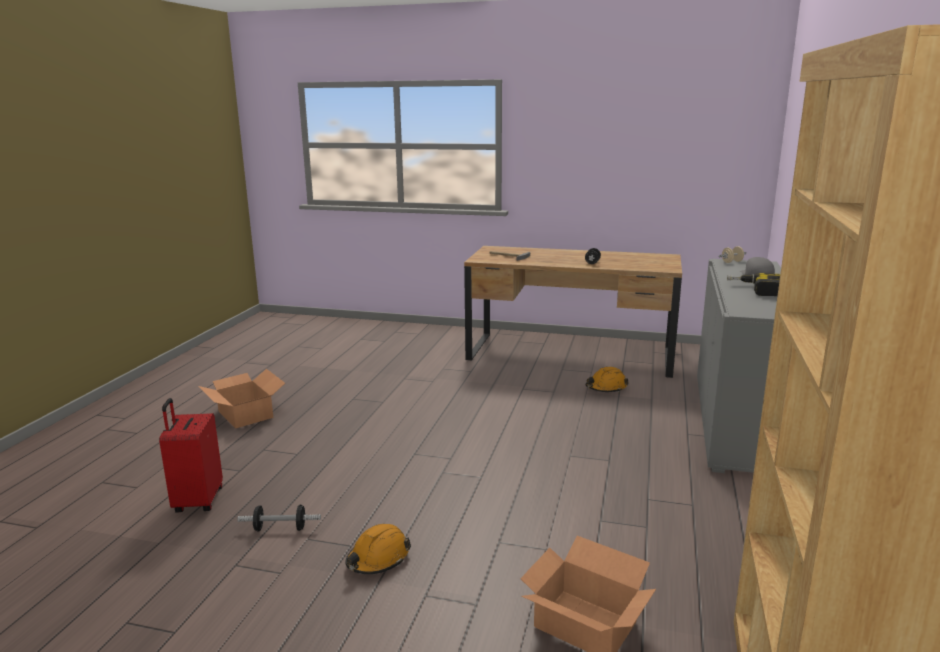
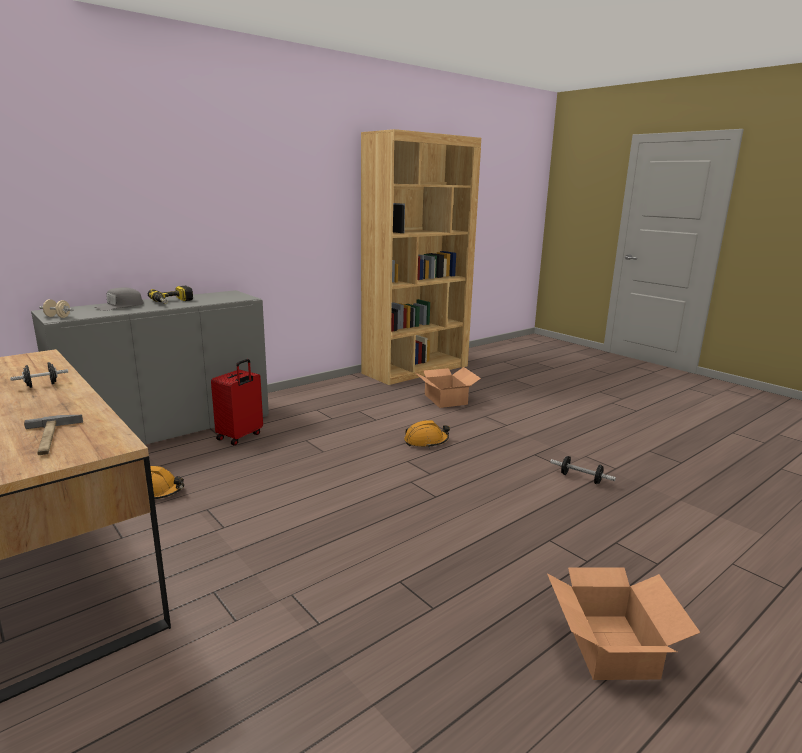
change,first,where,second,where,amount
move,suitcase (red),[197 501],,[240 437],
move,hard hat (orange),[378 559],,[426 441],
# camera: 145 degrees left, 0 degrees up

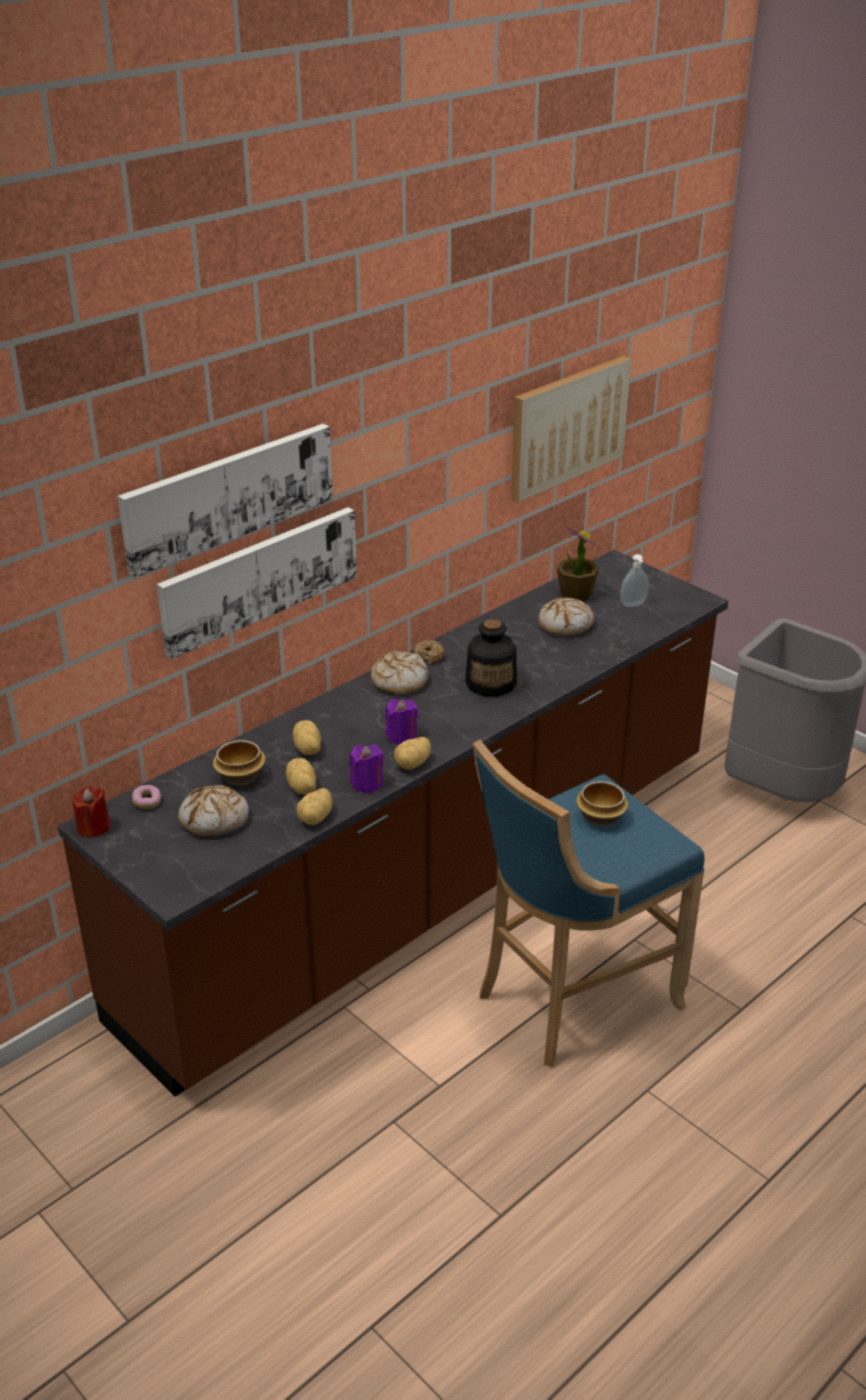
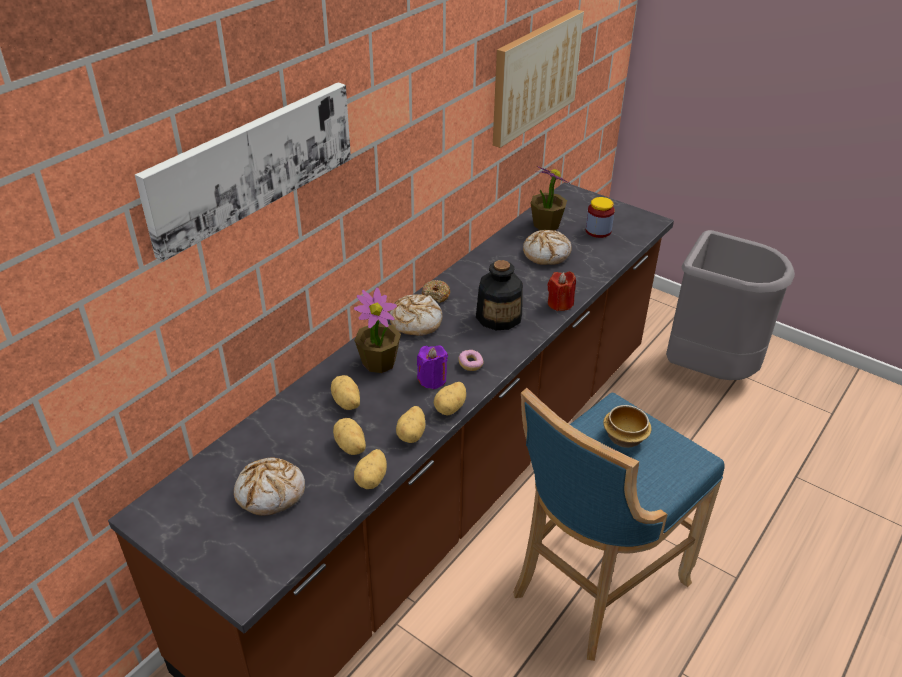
change,first,where,second,where,amount
delete,picture,[259 578],,,
replace,soap dispenser,[633 605],jar,[598 231],
delete,bowl,[240 777],,,
replace,candle (purple),[367 783],potato,[412 434],
move,donut,[147 802],,[470 365],
move,candle (red),[93 827],,[560 303],
insert,,,potted plant,[379 362],
# camera: 10 degrees left, 5 degrees up

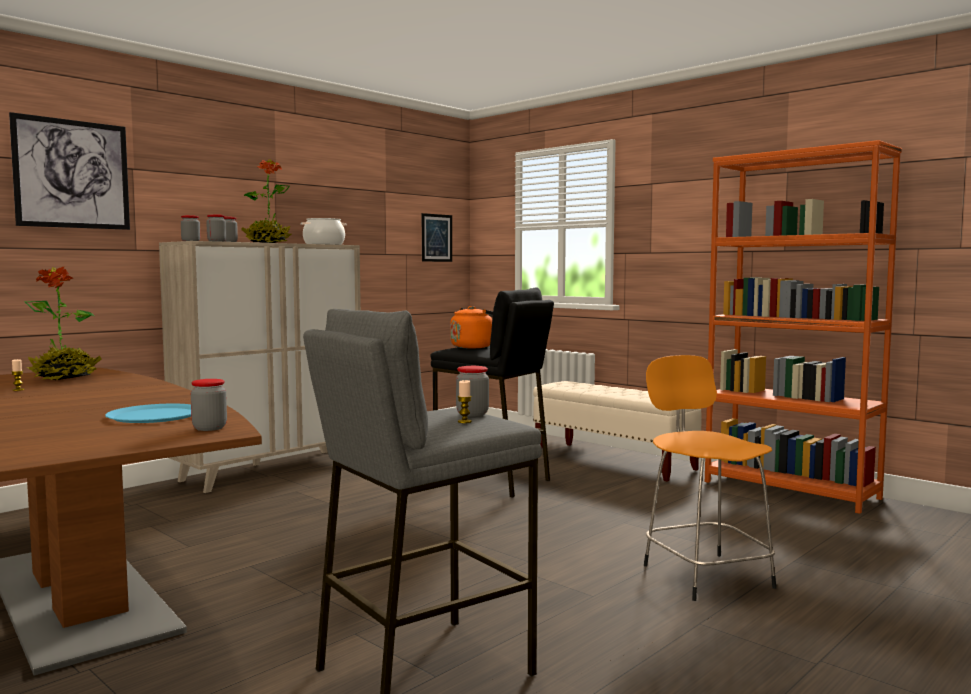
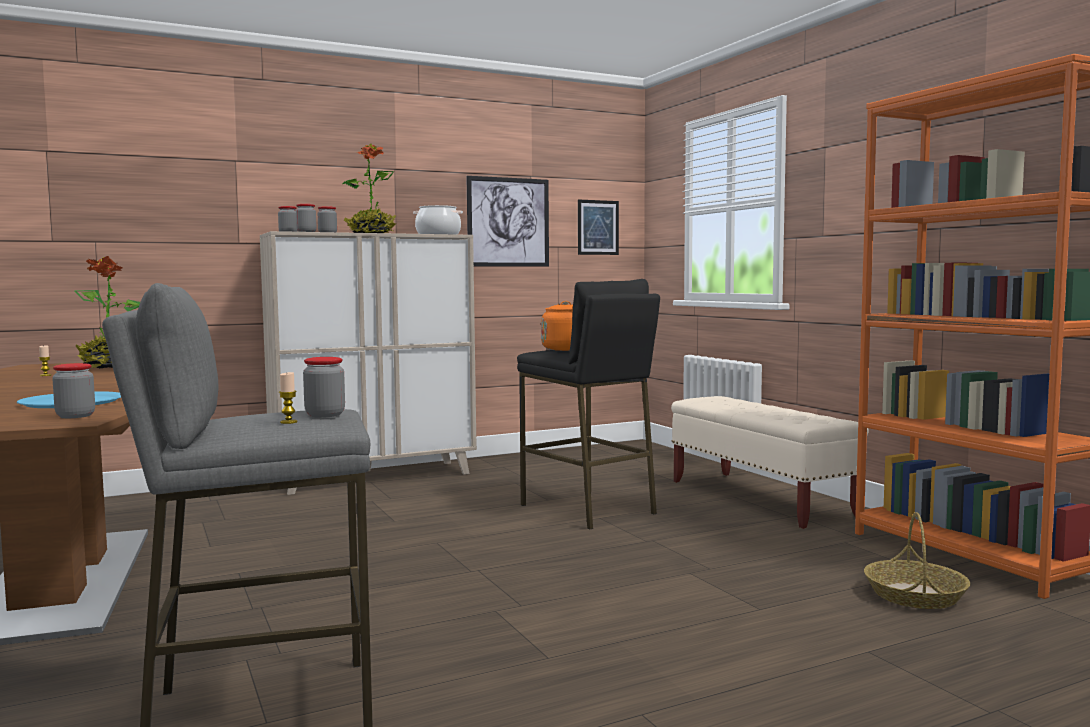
change,first,where,second,where,amount
move,picture,[72 174],,[508 222],
delete,stool (orange),[704 574],,,
insert,,,basket,[915 596],
# camera: 20 degrees right, 0 degrees up

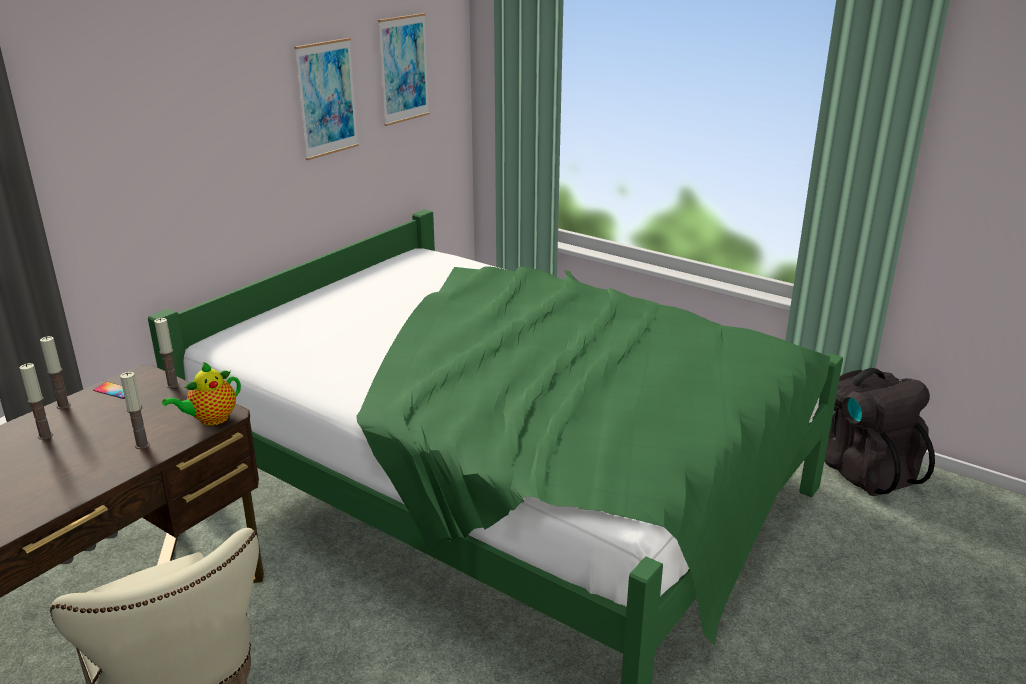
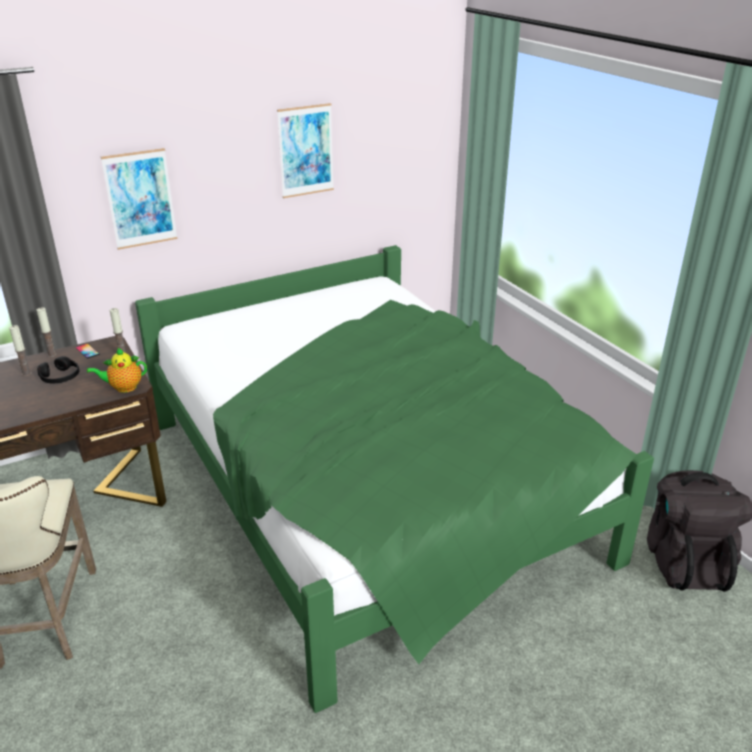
change,first,where,second,where,amount
move,picture,[404 69],,[140 199],
delete,candle,[142 445],,,
insert,,,headphones (black),[60 377],
# camera: 25 degrees right, 5 degrees up

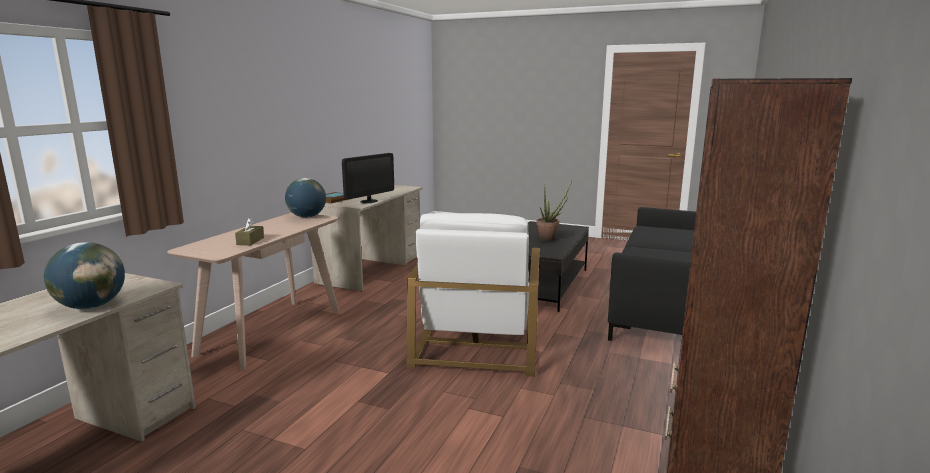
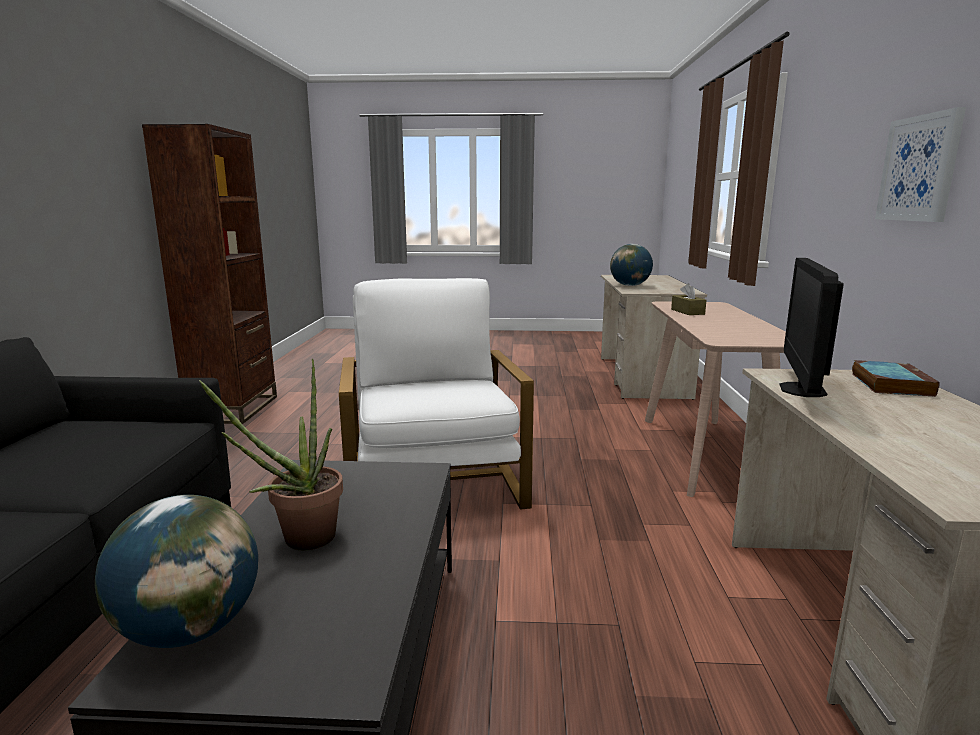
change,first,where,second,where,amount
move,globe,[307 217],,[189 629],
insert,,,picture,[919 168],
# camera: 160 degrees right, 0 degrees up

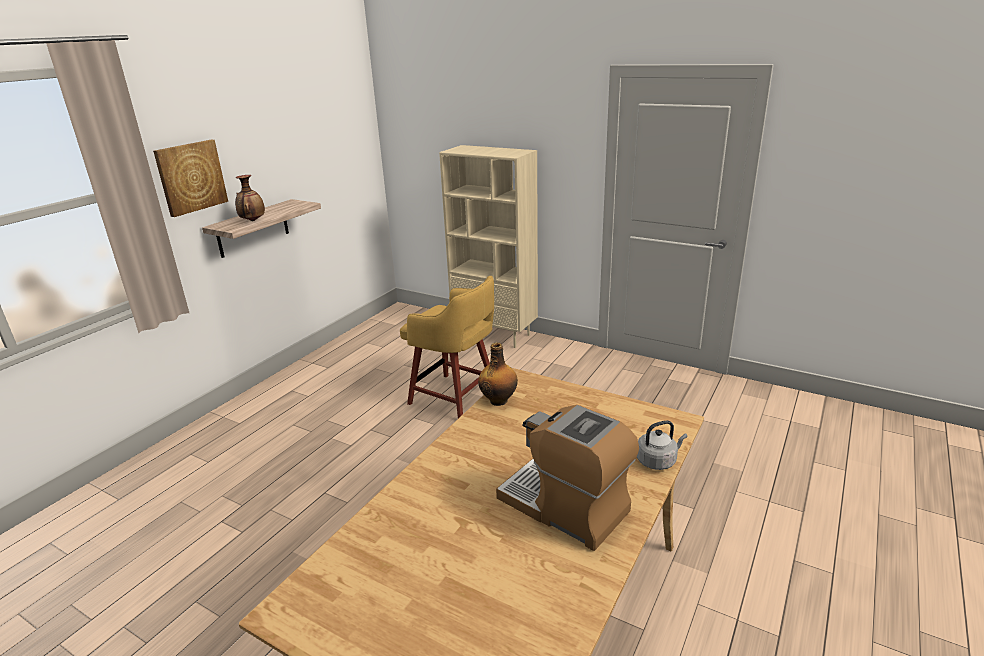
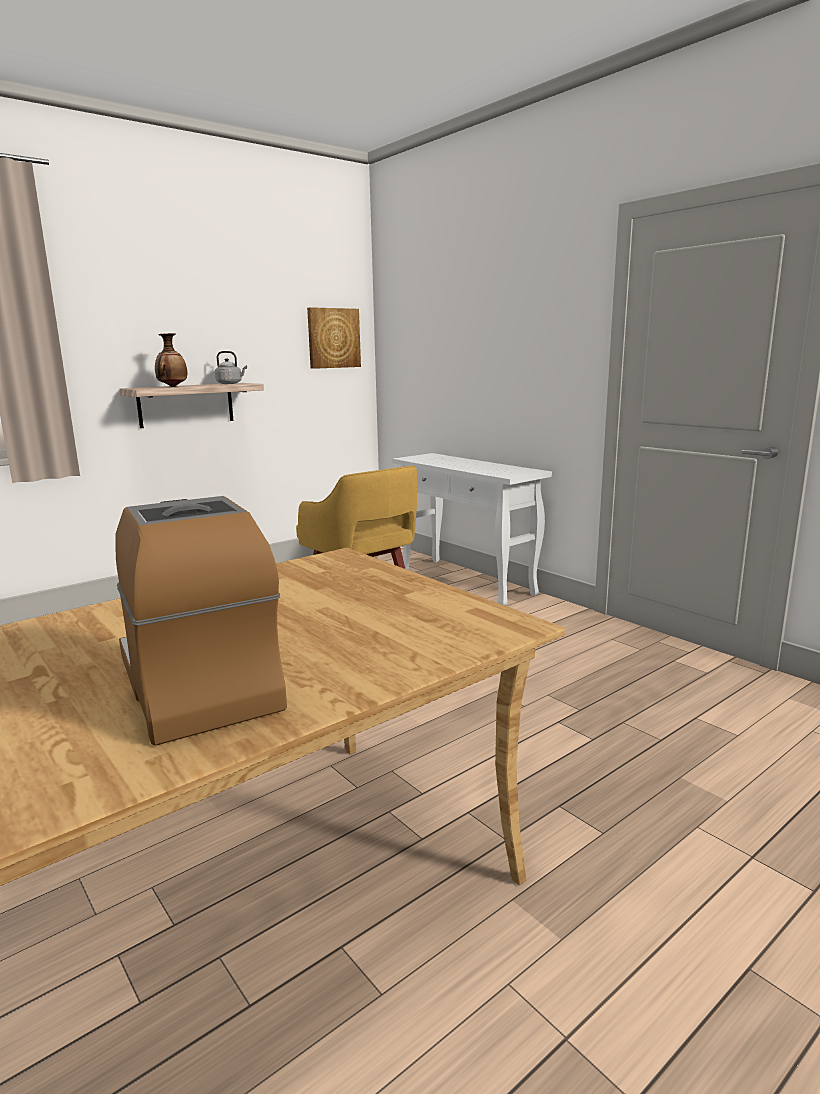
change,first,where,second,where,amount
move,picture,[191 177],,[333 338],
replace,bookcase (beige),[495 334],console table (white),[467 581],
delete,bottle,[499 400],,,
move,kettle (grey),[658 461],,[230 383],
# camera: 20 degrees right, 10 degrees down

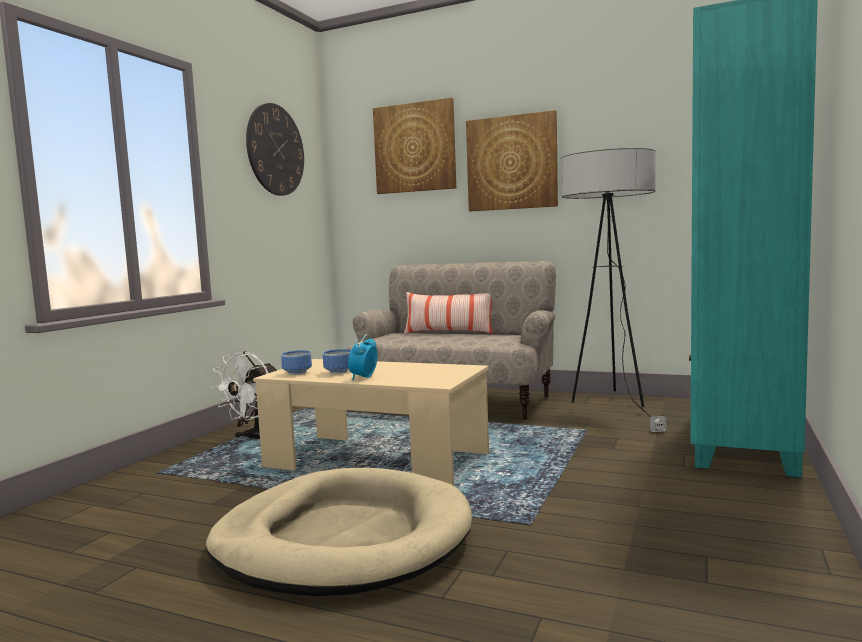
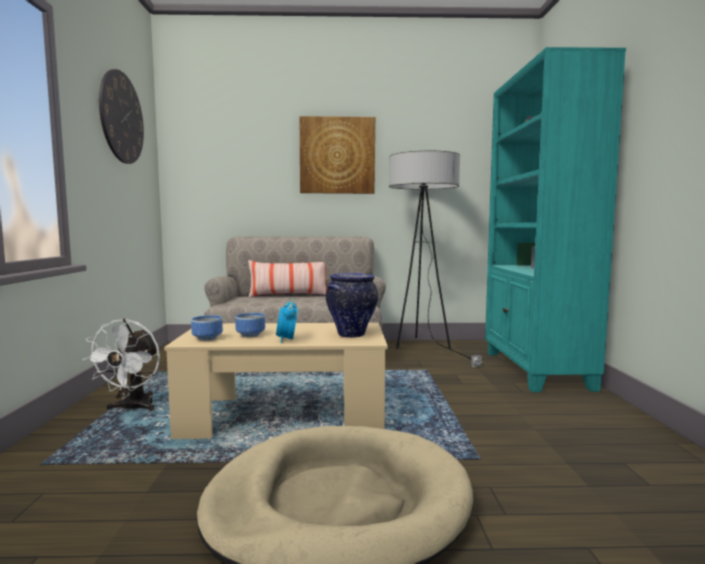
change,first,where,second,where,amount
delete,picture,[415 148],,,
insert,,,vase,[352 334],
# camera: 25 degrees left, 0 degrees up

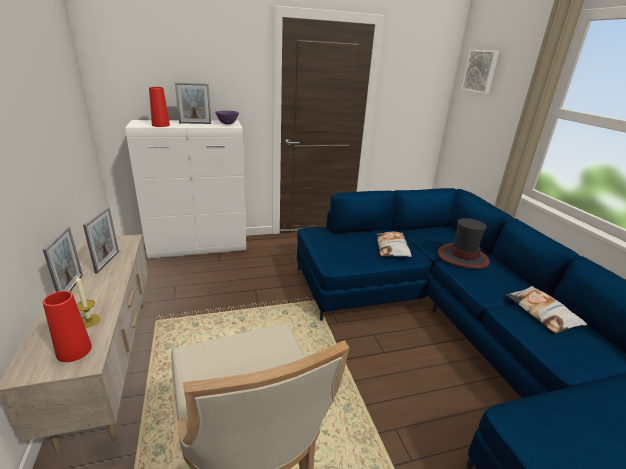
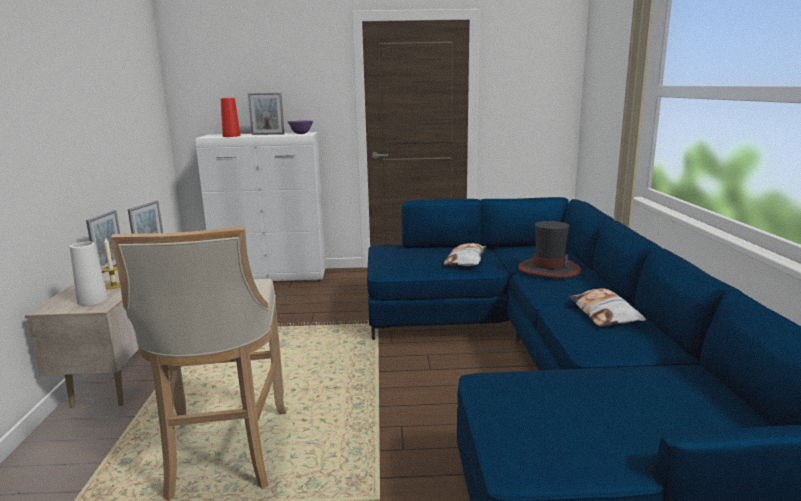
change,first,where,second,where,amount
delete,picture,[481 71],,,
recolor,vase (red),[74 350],vase (white),[92 300],
# camera: 15 degrees right, 10 degrees down

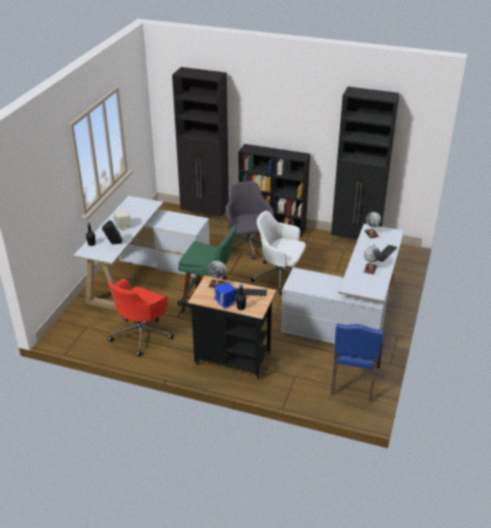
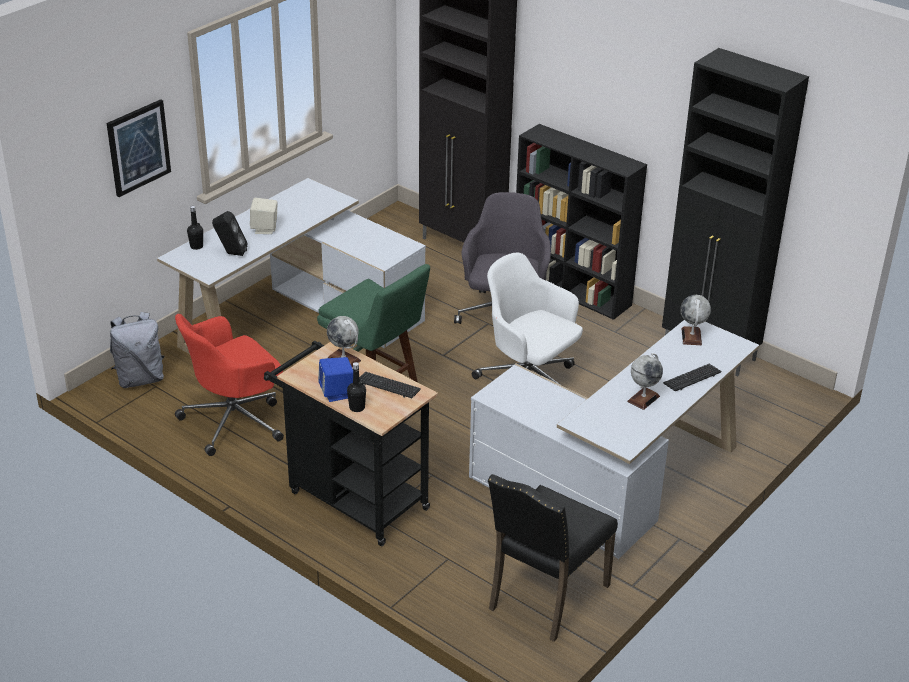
change,first,where,second,where,amount
recolor,chair (blue),[353 381],chair (black),[545 597],
insert,,,picture,[138 147],
insert,,,backpack (grey),[140 379],
# camera: 20 degrees right, 0 degrees up

